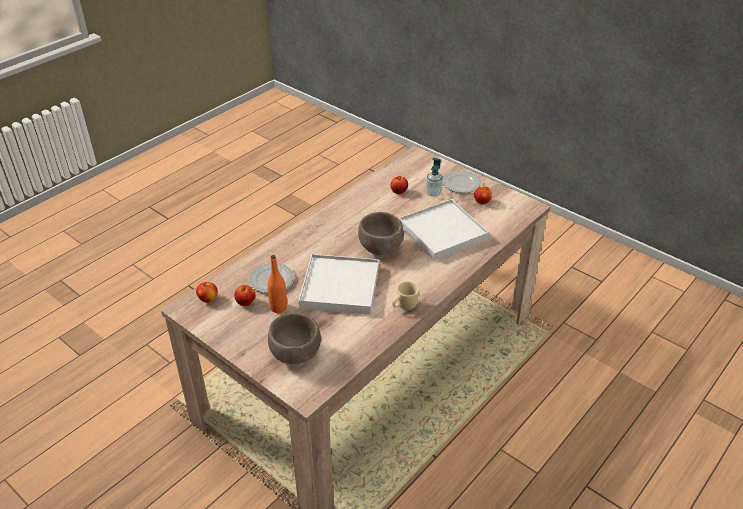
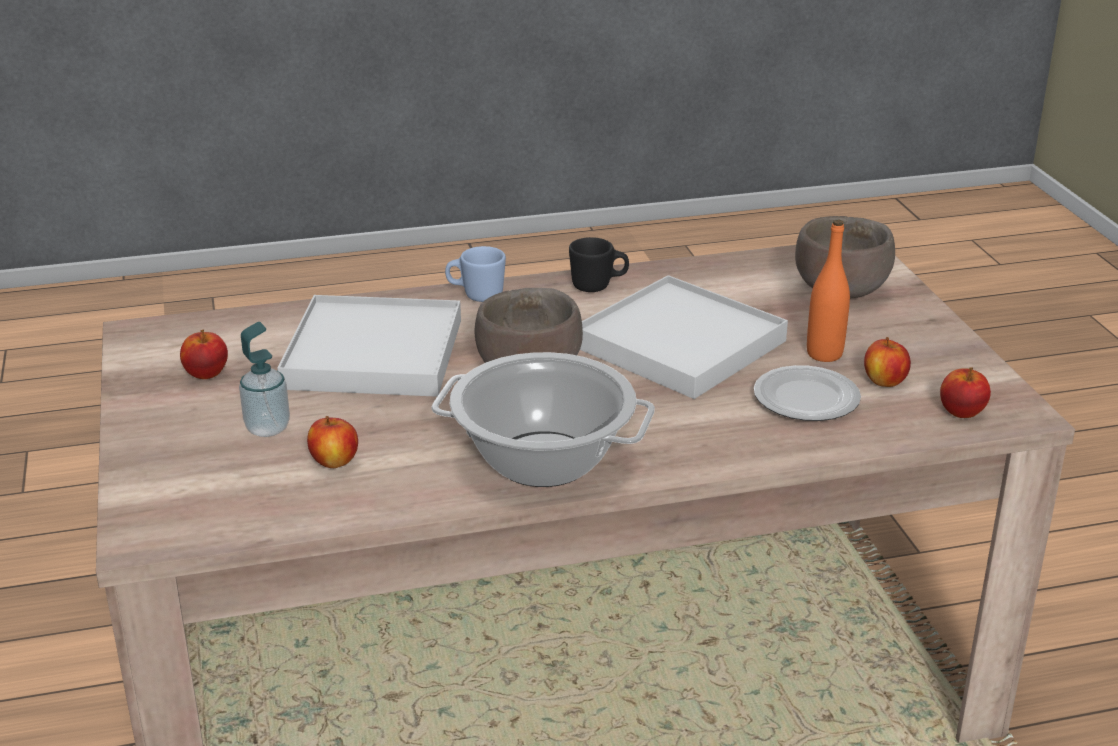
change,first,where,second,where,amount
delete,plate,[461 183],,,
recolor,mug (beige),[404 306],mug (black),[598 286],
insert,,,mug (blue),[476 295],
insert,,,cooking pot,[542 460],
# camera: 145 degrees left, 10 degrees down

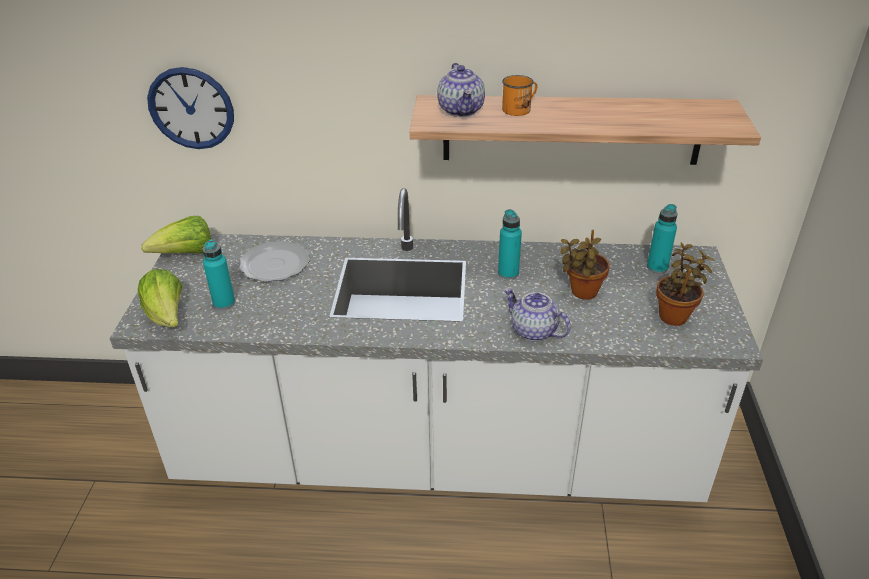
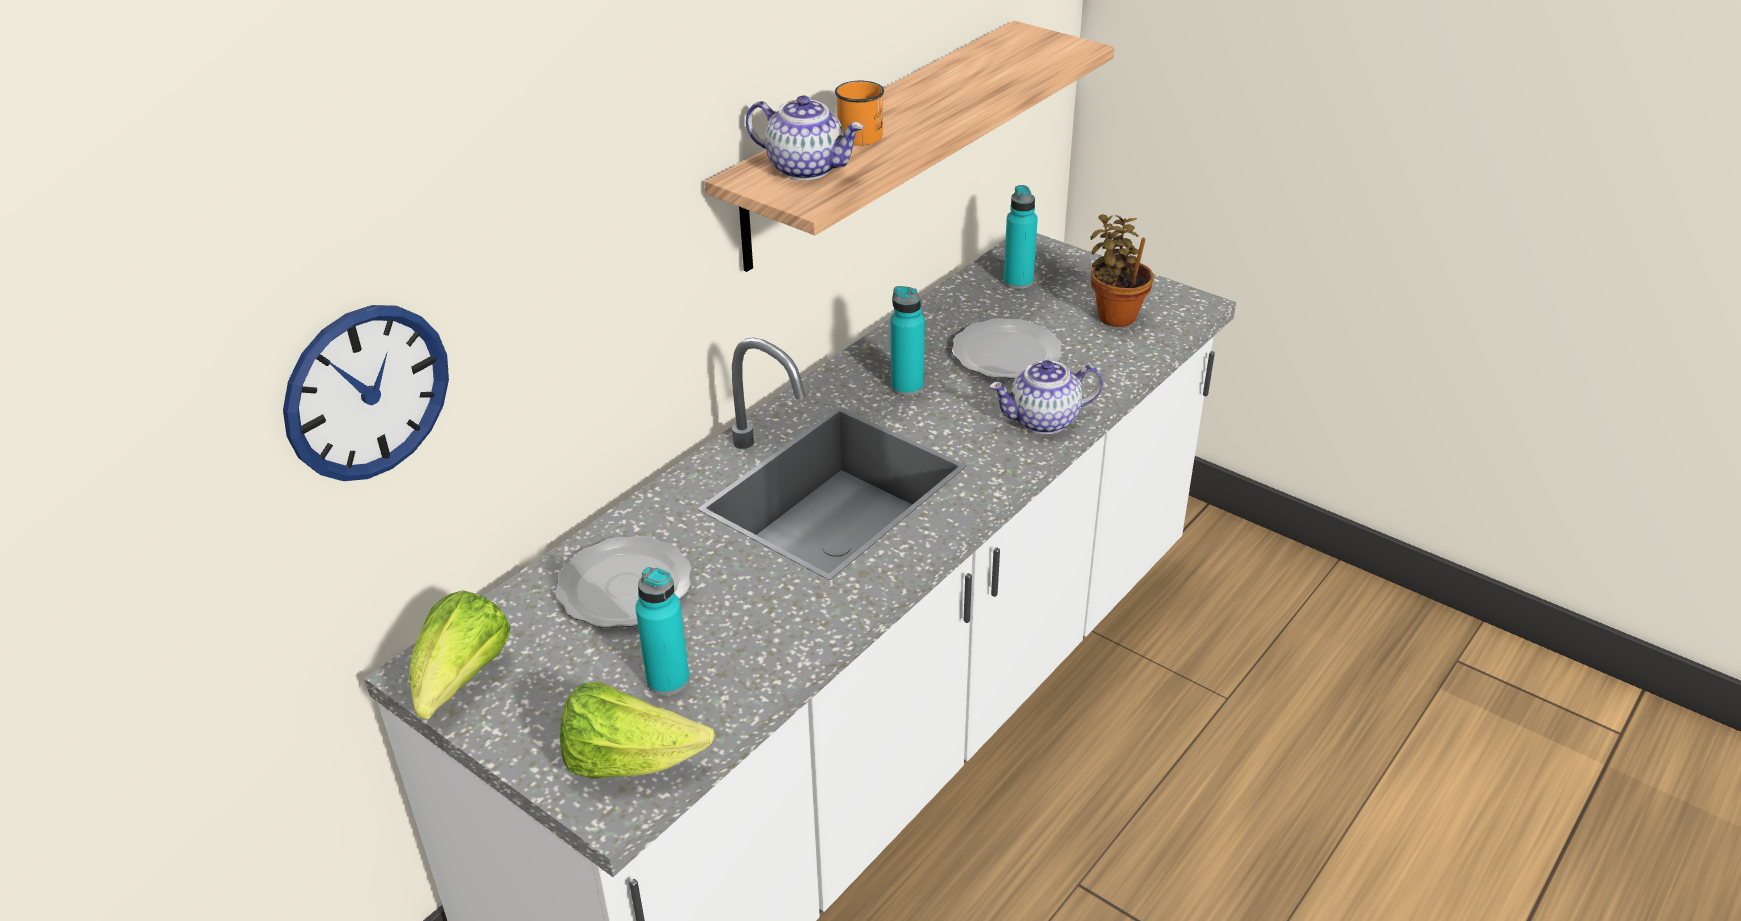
change,first,where,second,where,amount
replace,potted plant,[581 293],plate,[1008 353],
# camera: 55 degrees left, 0 degrees up

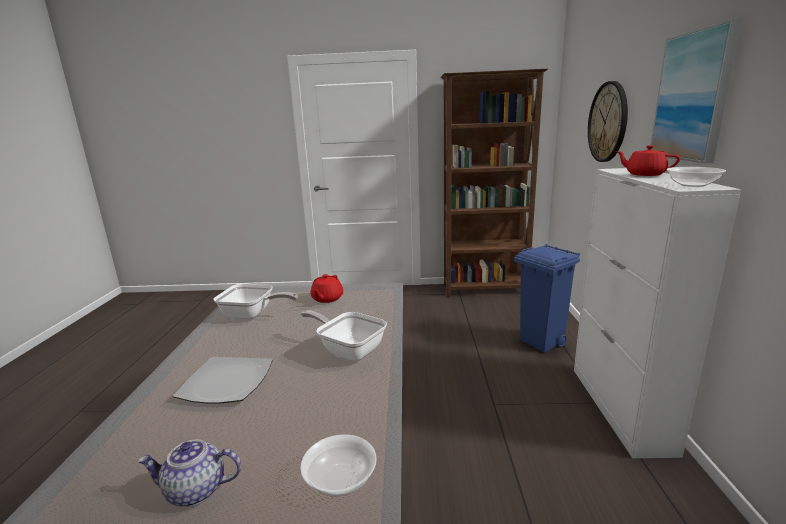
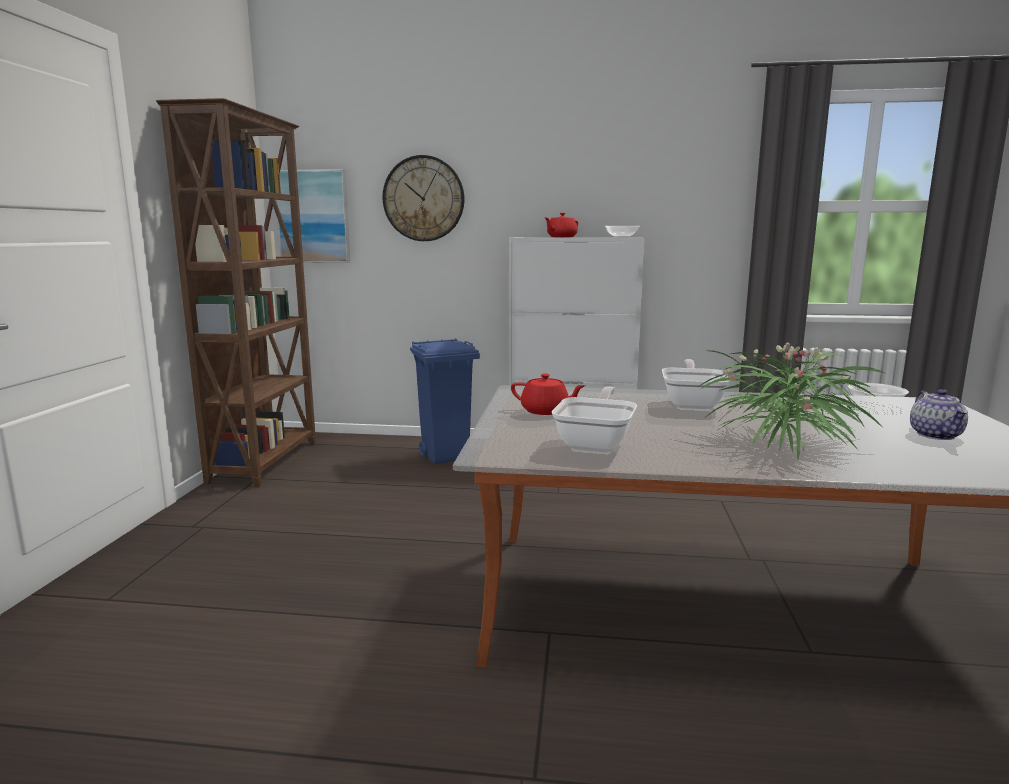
change,first,where,second,where,amount
move,picture,[692 96],,[313 216],
rotate,frying pan,[348 350],,[692 403],150 degrees clockwise
replace,plate,[226 382],potted plant,[784 440],
# camera: 85 degrees left, 5 degrees down

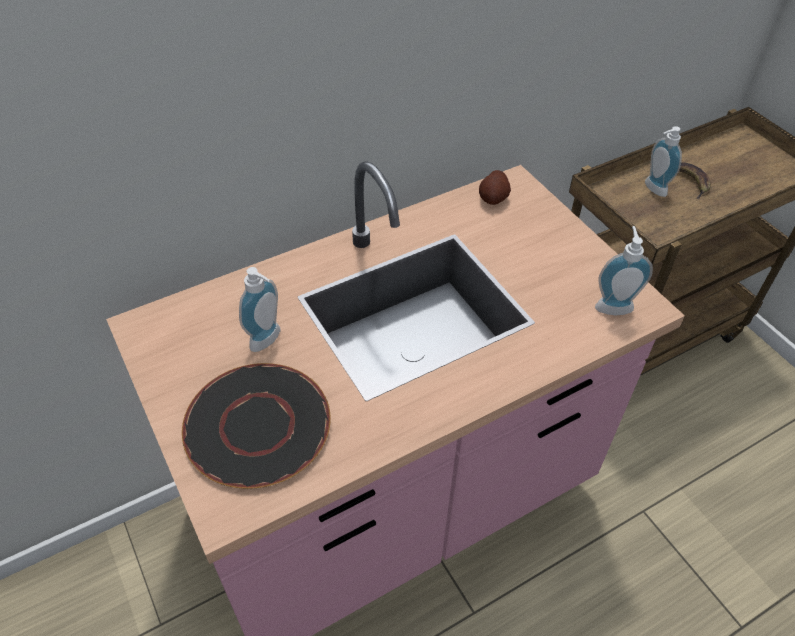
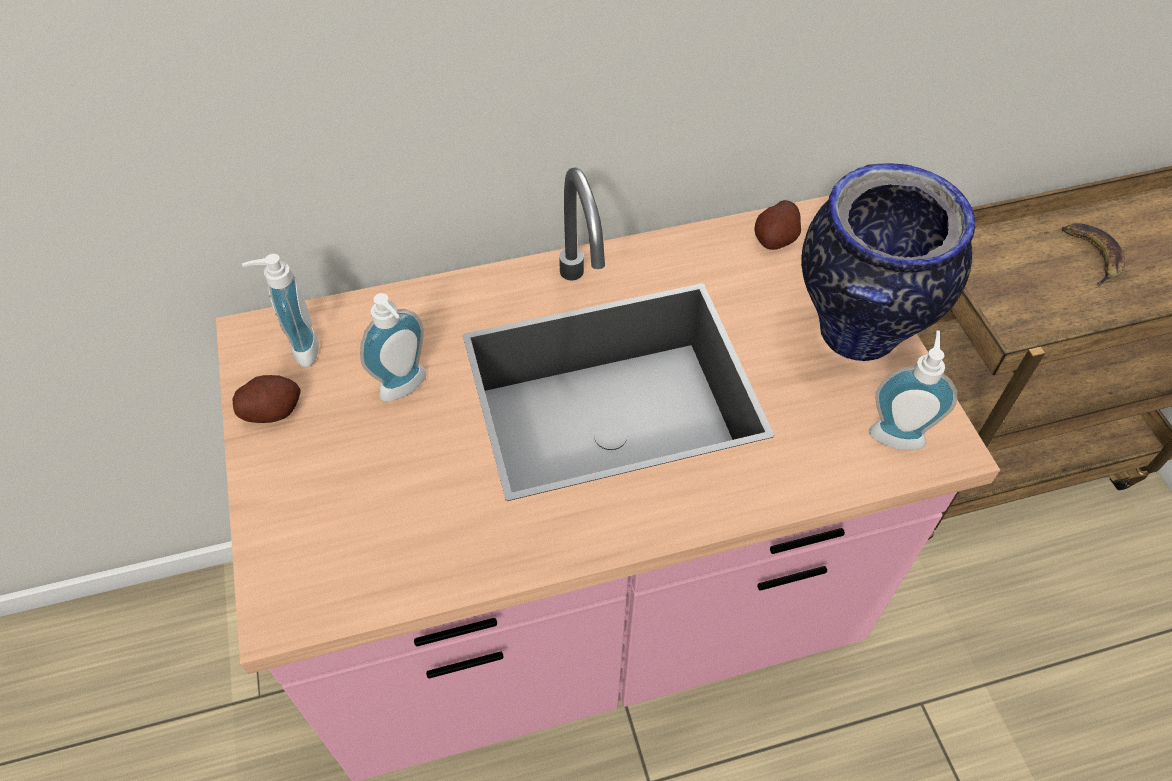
change,first,where,second,where,amount
move,soap dispenser,[652 189],,[299 348],
delete,plate (black),[258 426],,,
insert,,,vase,[857 335],
insert,,,potato,[272 410],
# camera: 15 degrees right, 5 degrees up

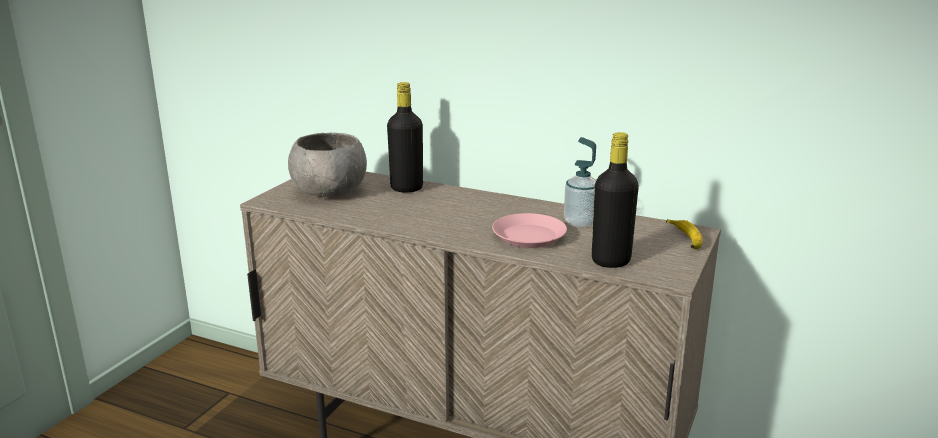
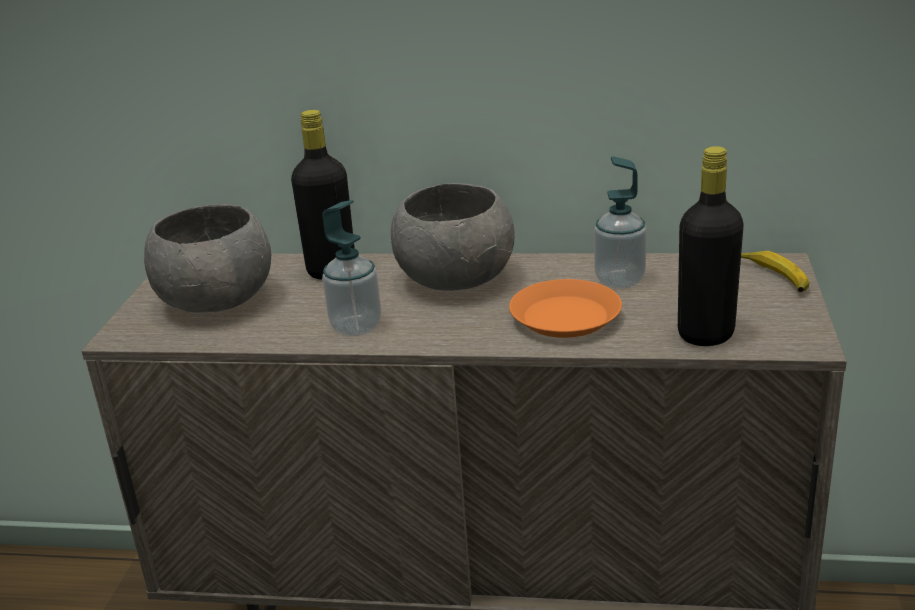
change,first,where,second,where,amount
recolor,plate (pink),[528 236],plate (orange),[564 317],
insert,,,bowl (grey),[456 279],
insert,,,soap dispenser,[356 327],
# camera: 15 degrees left, 5 degrees up

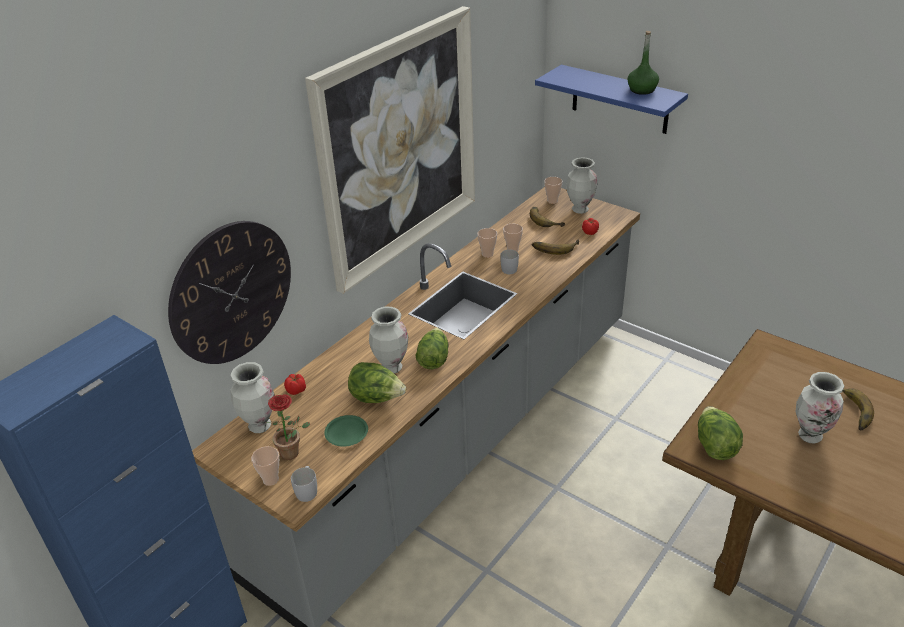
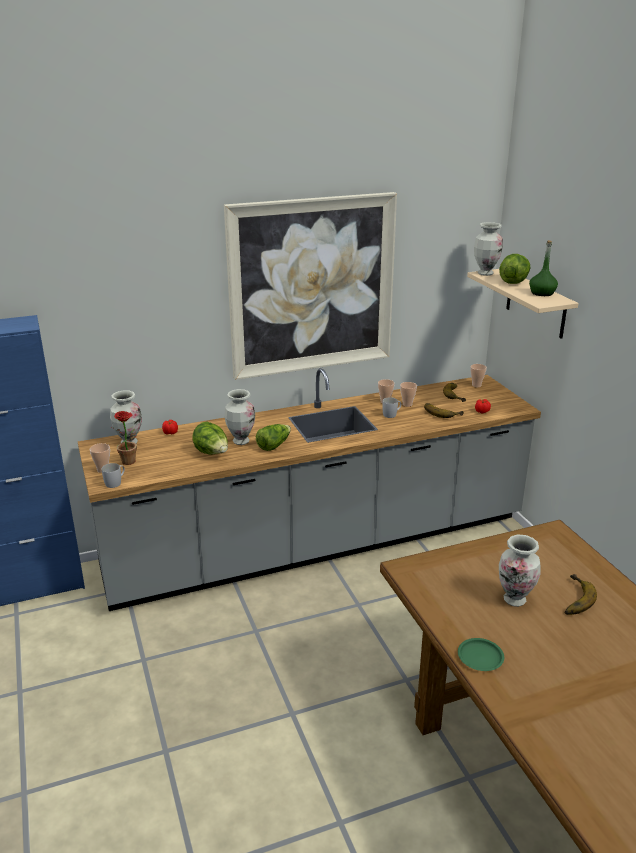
change,first,where,second,where,amount
recolor,shelf (blue),[620 99],shelf (beige),[536 303],
move,vase,[580 209],,[485 273],
delete,wall clock,[231 292],,,
move,lettuce,[715 446],,[513 281],
move,plate (green),[346 433],,[480 657],
# camera: 30 degrees right, 10 degrees down

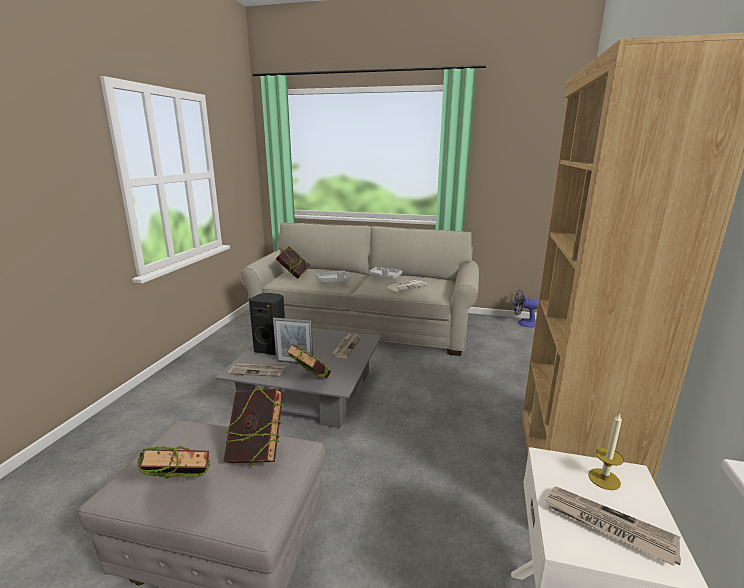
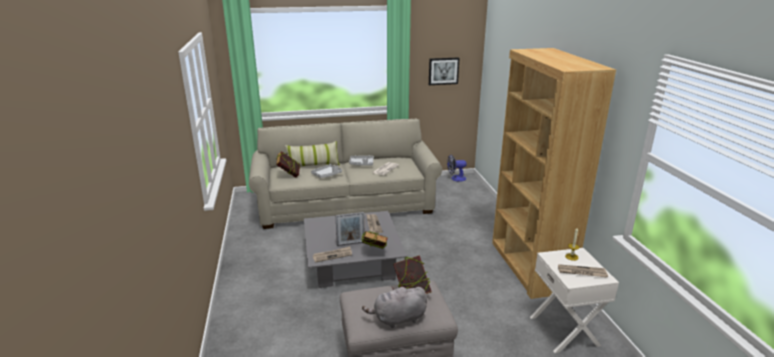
change,first,where,second,where,amount
delete,speaker (black),[271 349],,,
replace,book,[181 493],plush toy (grey),[397 319],
insert,,,picture,[443 71],
insert,,,pillow,[313 165],
# camera: 25 degrees left, 5 degrees up

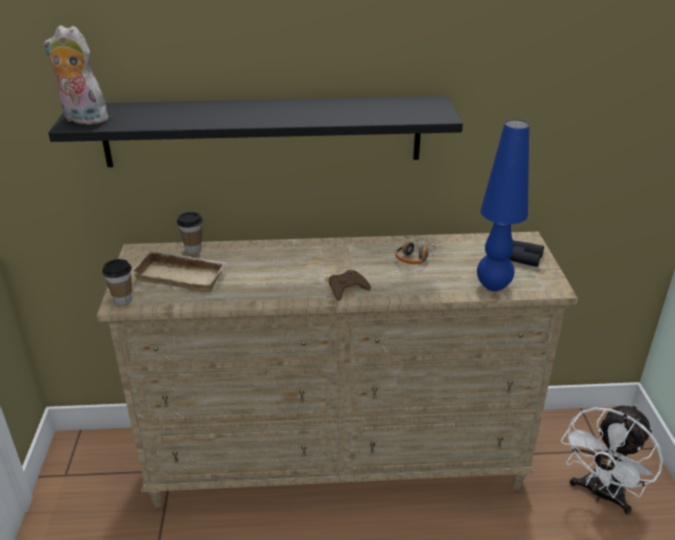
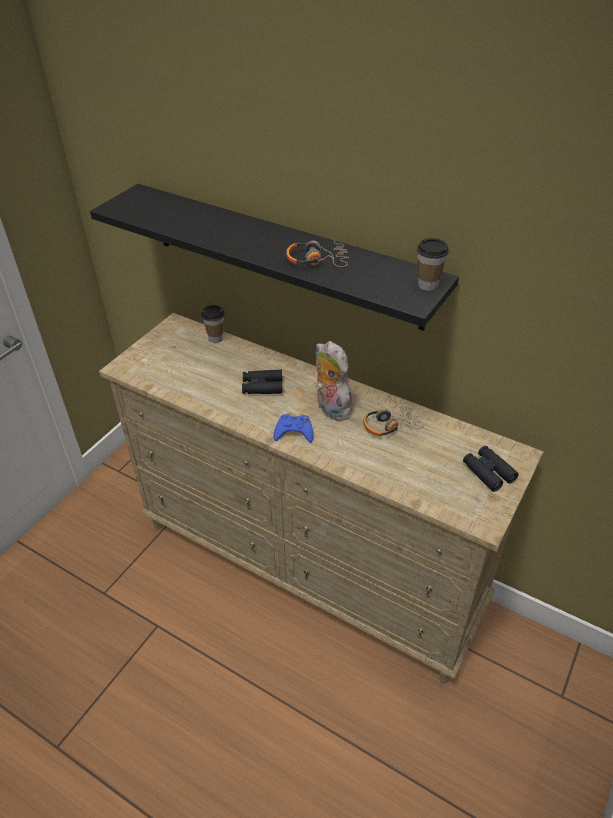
change,first,where,second,where,amount
move,plush toy,[82 119],,[330 408],
delete,table lamp (blue),[493 287],,,
delete,tray (beige),[182 275],,,
move,cup,[123 300],,[428 285],
recolor,game controller (brown),[347 288],game controller (blue),[294 432],
delete,fan (white),[600 494],,,
insert,,,headphones,[317 260],
insert,,,binoculars (black),[262 386],
# camera: 35 degrees right, 10 degrees up

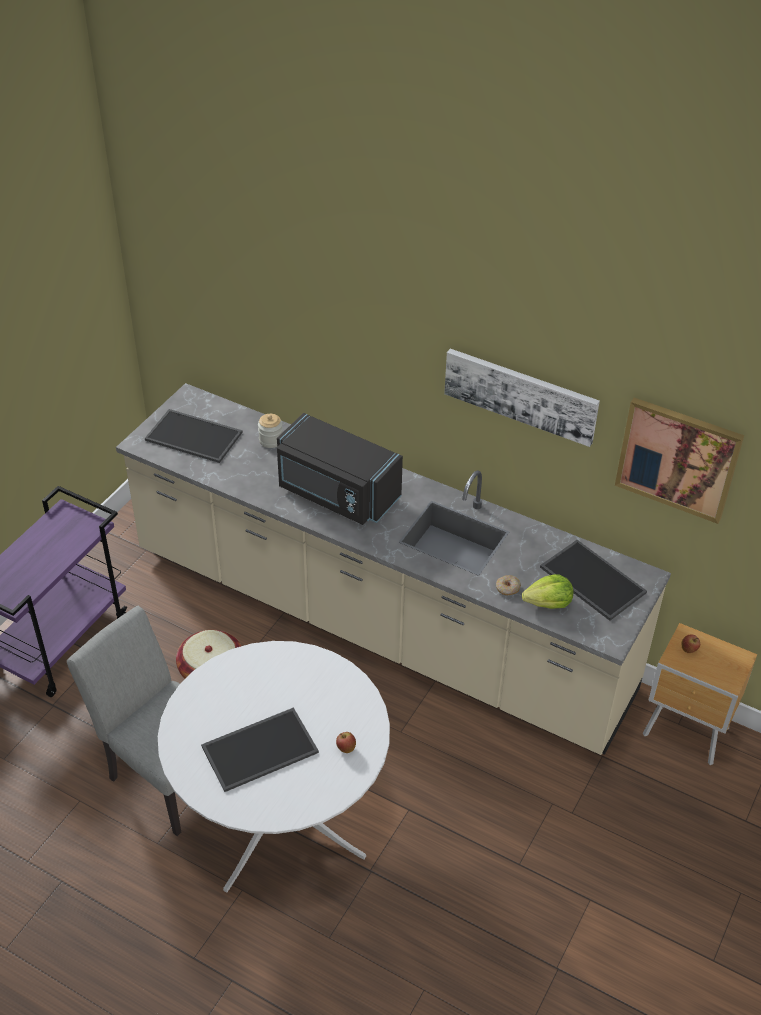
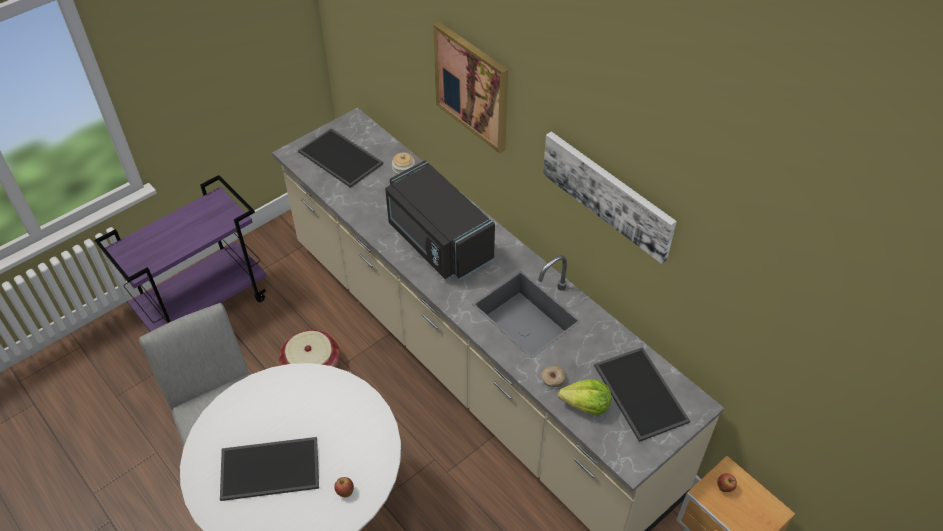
change,first,where,second,where,amount
move,picture,[678 459],,[472 87],
# camera: 20 degrees right, 5 degrees up

